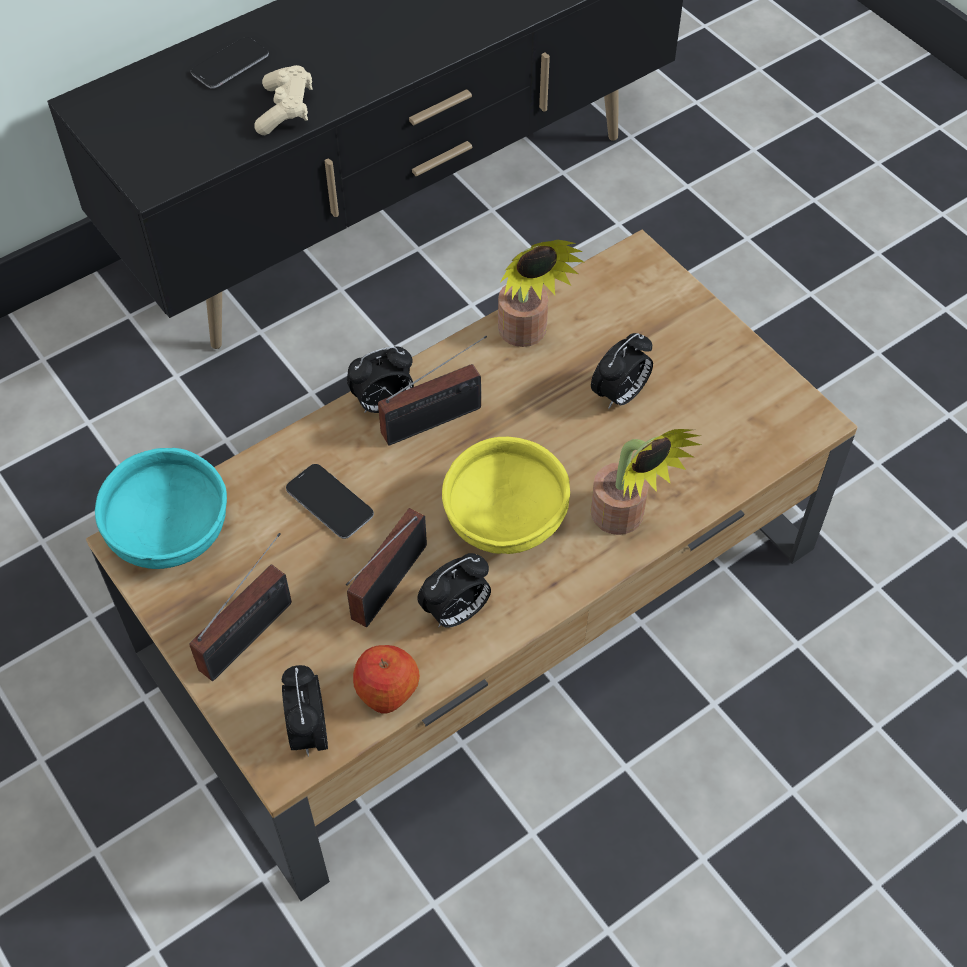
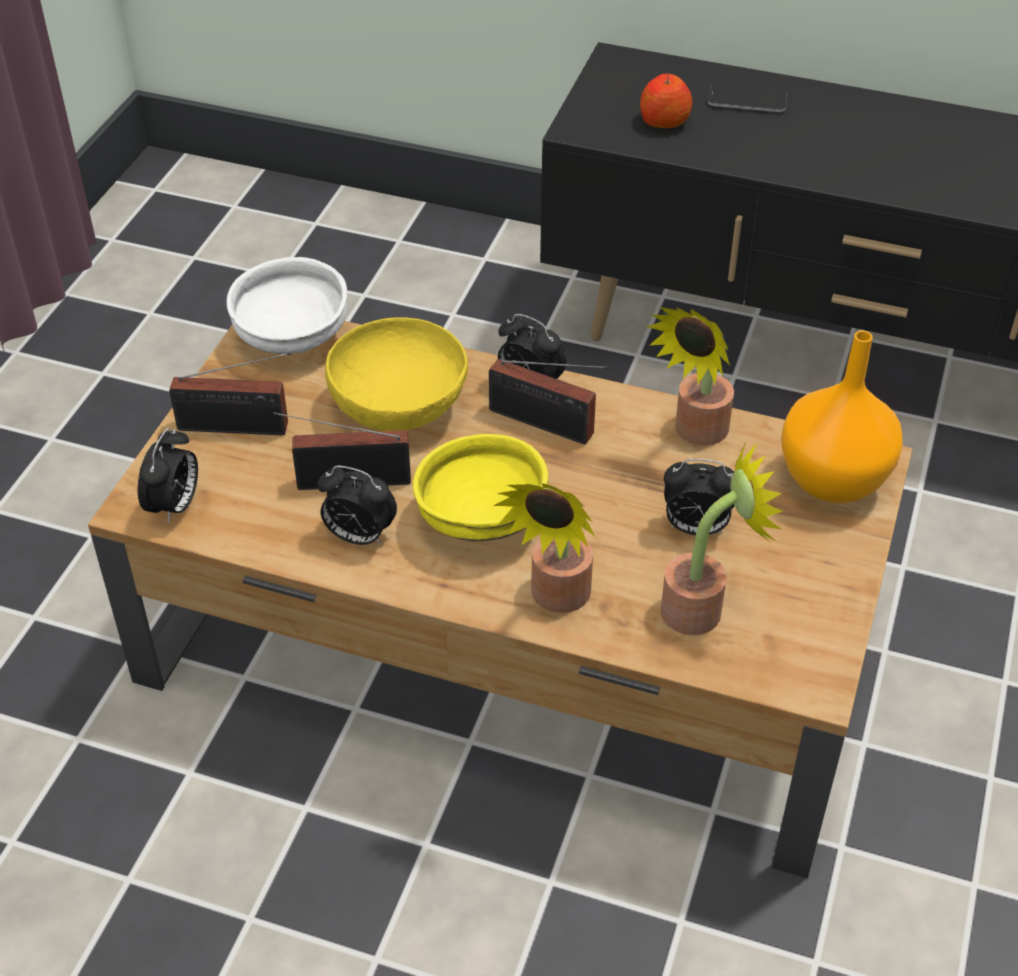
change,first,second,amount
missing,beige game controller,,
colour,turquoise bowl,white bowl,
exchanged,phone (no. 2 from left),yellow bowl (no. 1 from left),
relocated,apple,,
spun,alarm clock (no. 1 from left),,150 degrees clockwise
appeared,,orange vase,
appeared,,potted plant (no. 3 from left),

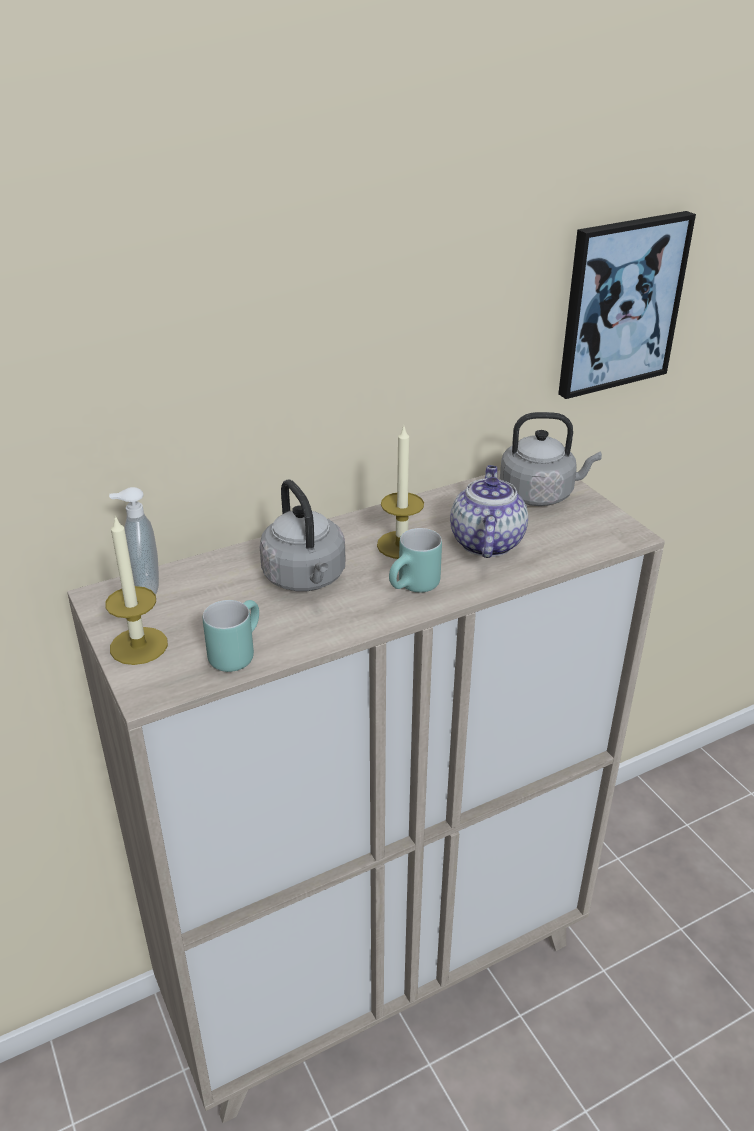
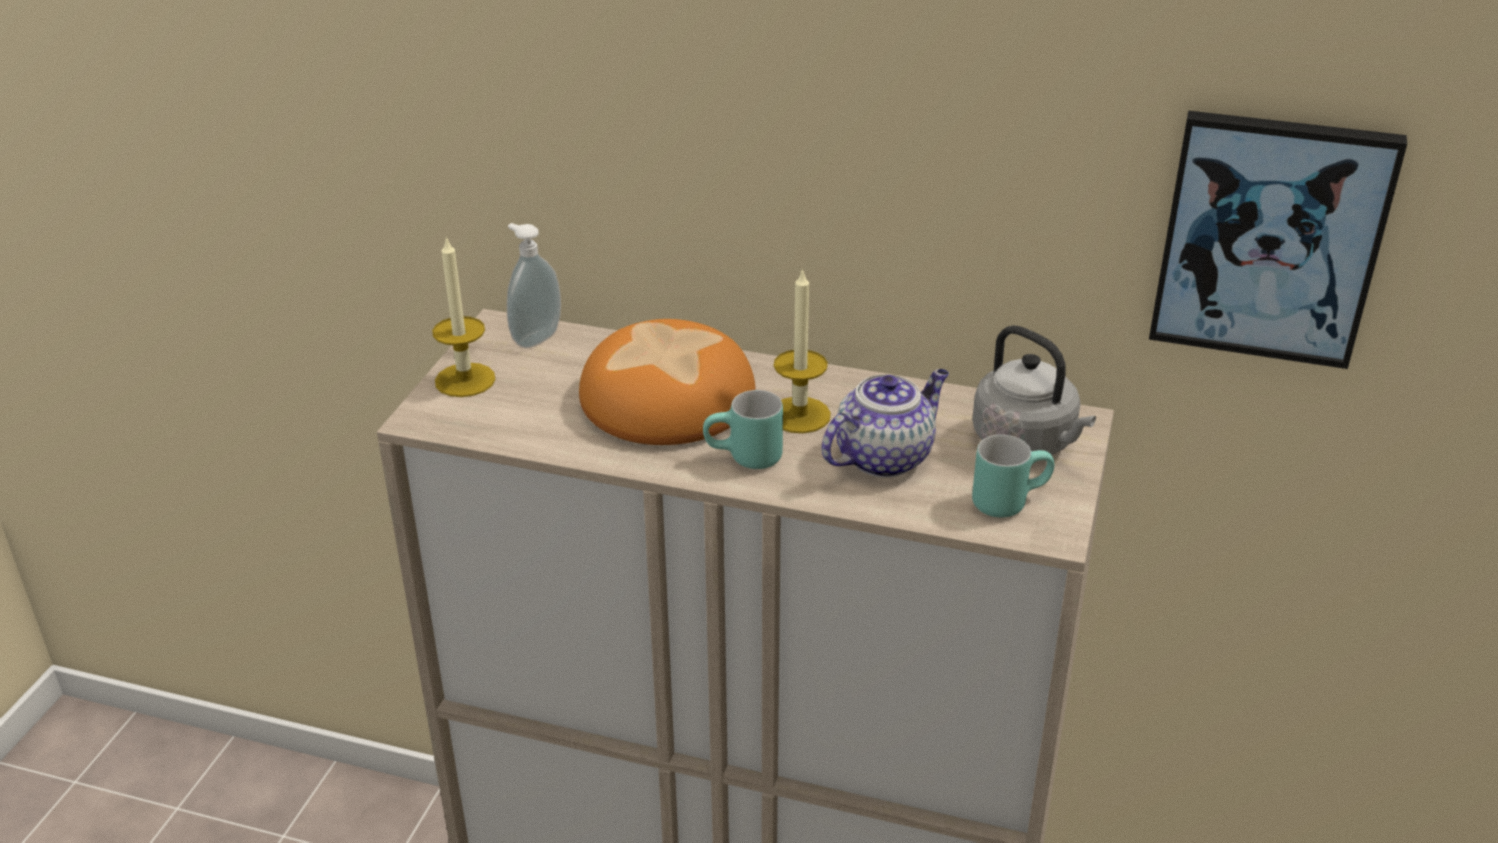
change,first,second,amount
exchanged,grey kettle (no. 1 from left),bread,
relocated,turquoise mug (no. 1 from left in the first image),turquoise mug (no. 2 from left),

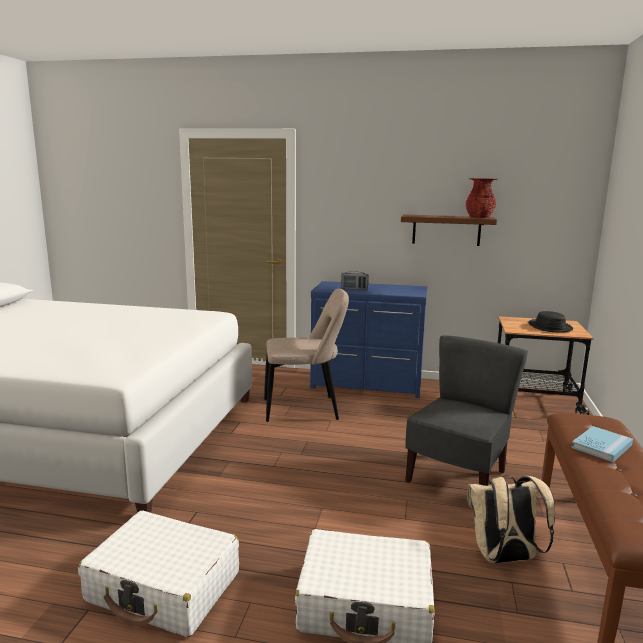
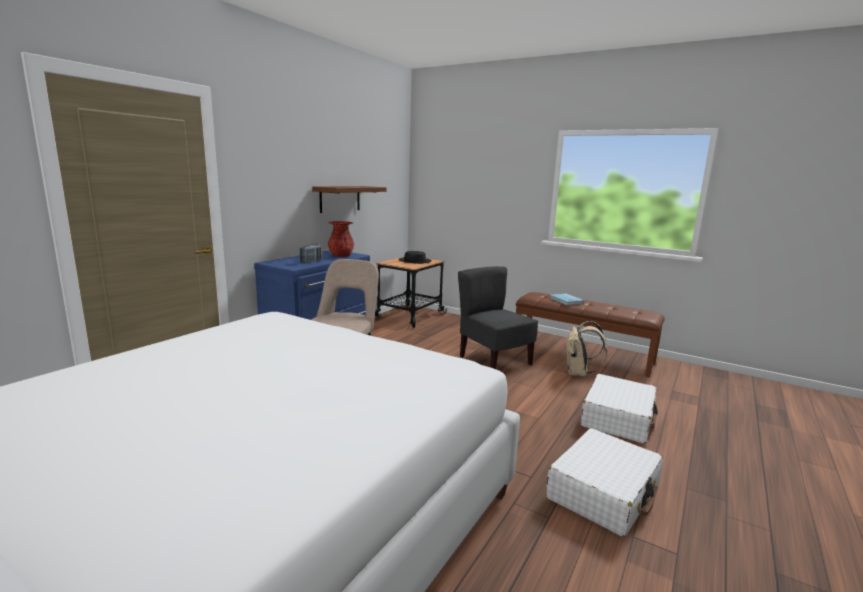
change,first,second,amount
relocated,red vase,,

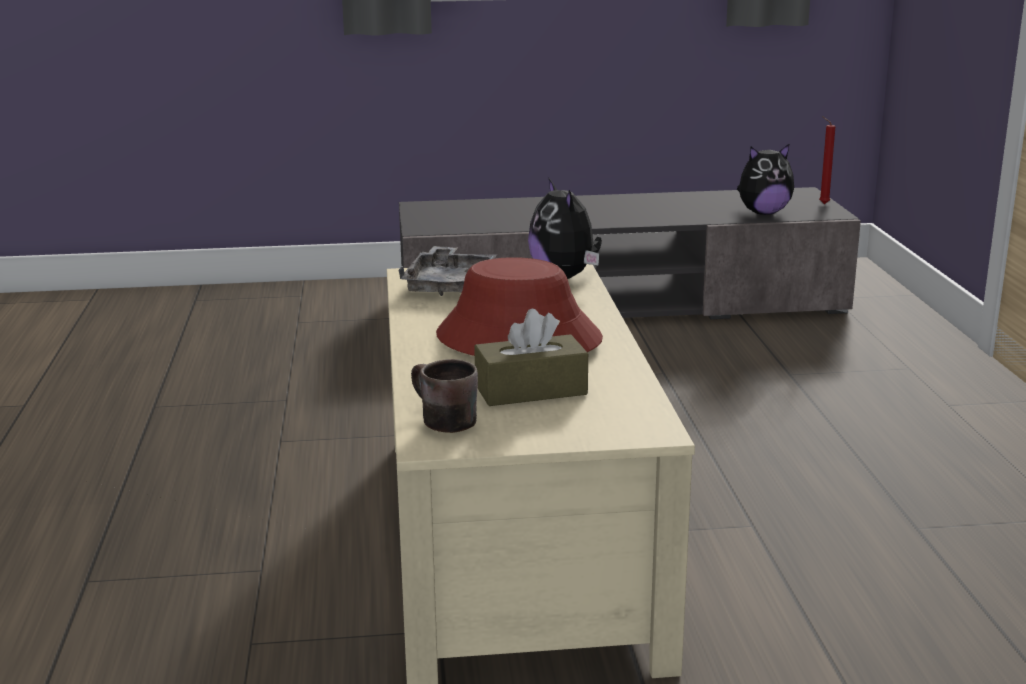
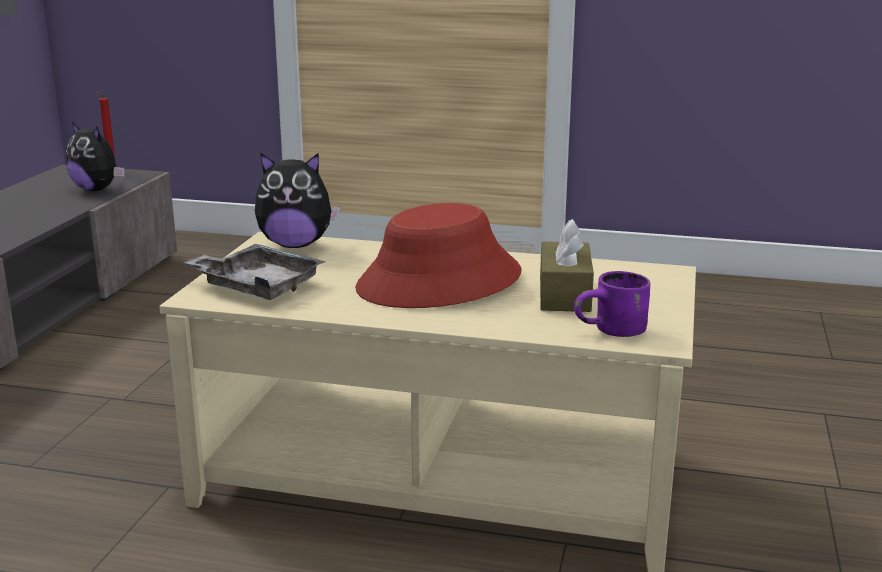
change,first,second,amount
spun,plush toy (no. 2 from left in the first image),plush toy (no. 1 from left),120 degrees clockwise
colour,brown mug,purple mug,

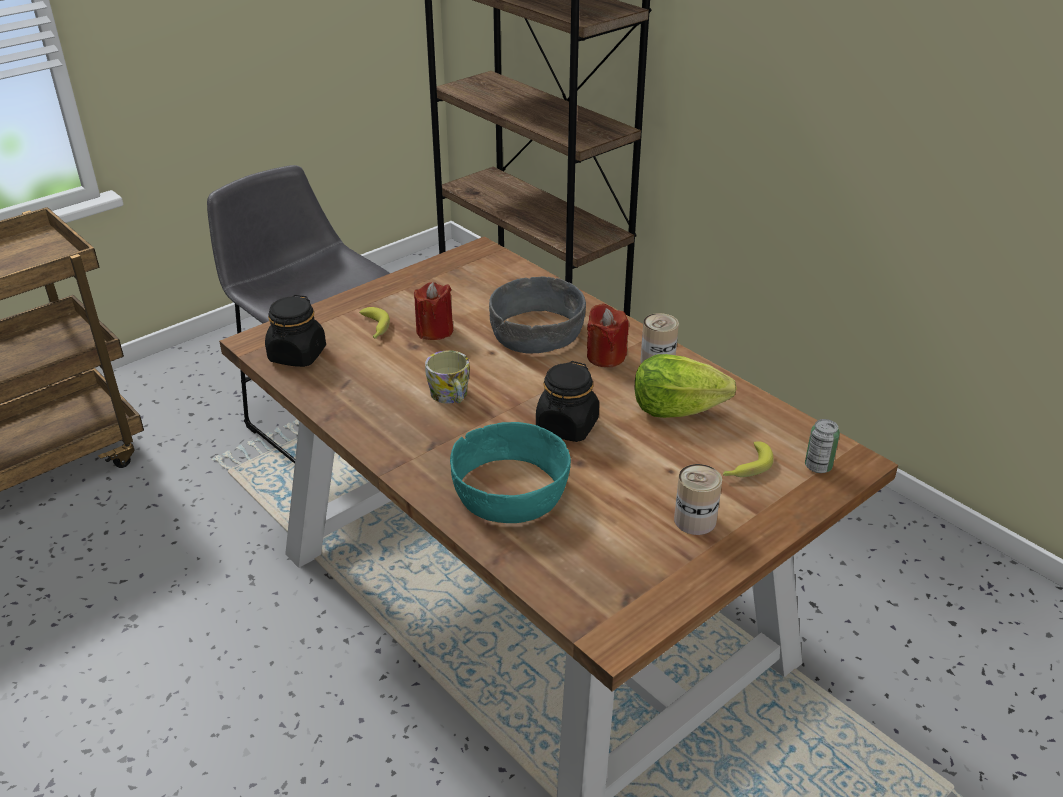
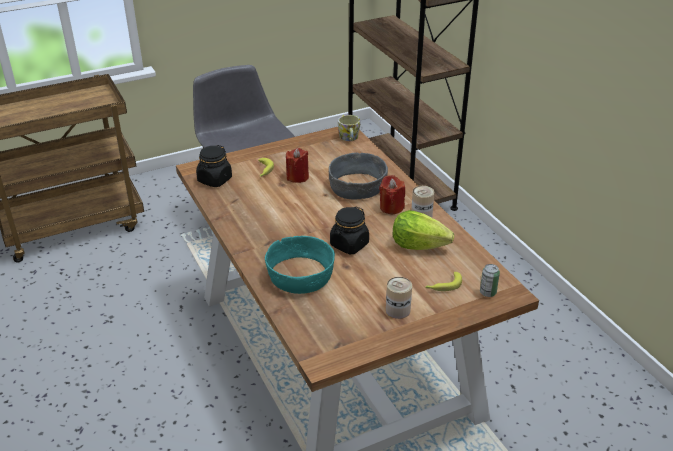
change,first,second,amount
relocated,mug,,

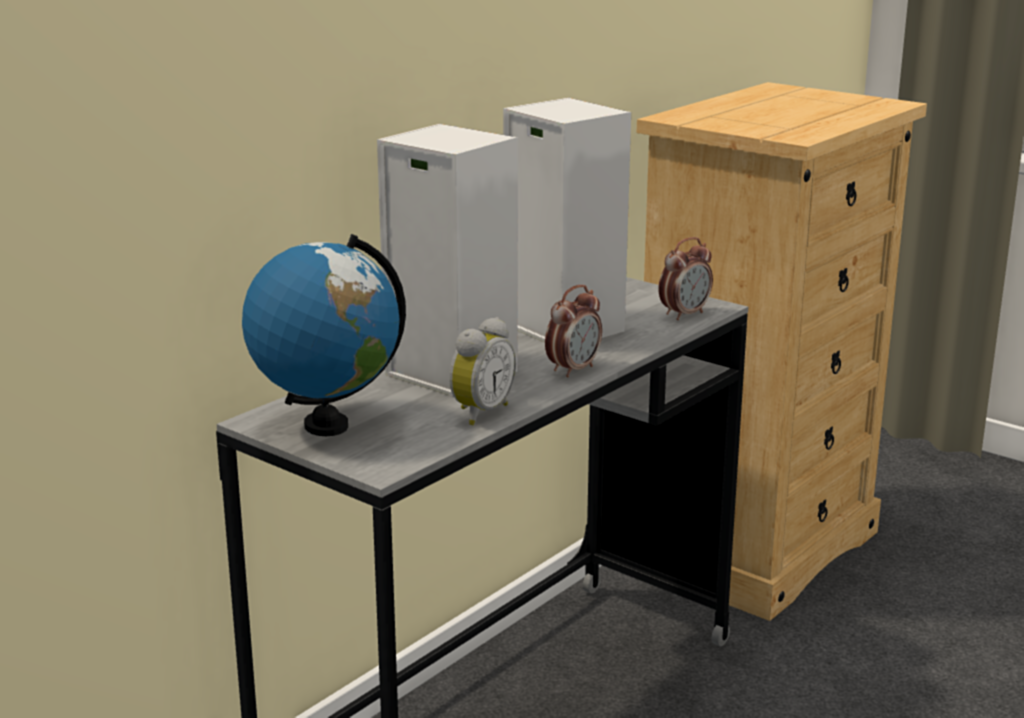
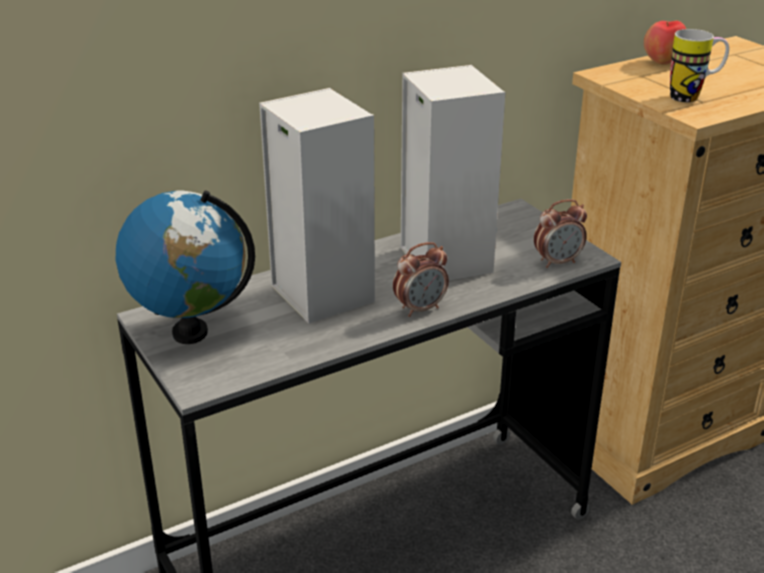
change,first,second,amount
missing,alarm clock (no. 1 from left),,
appeared,,apple,
appeared,,mug,

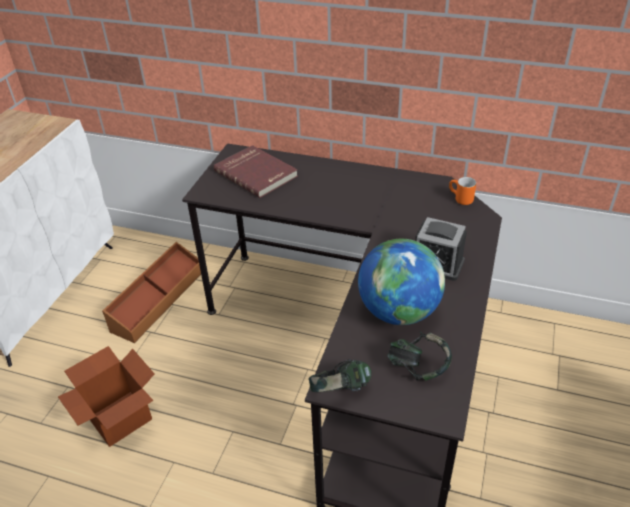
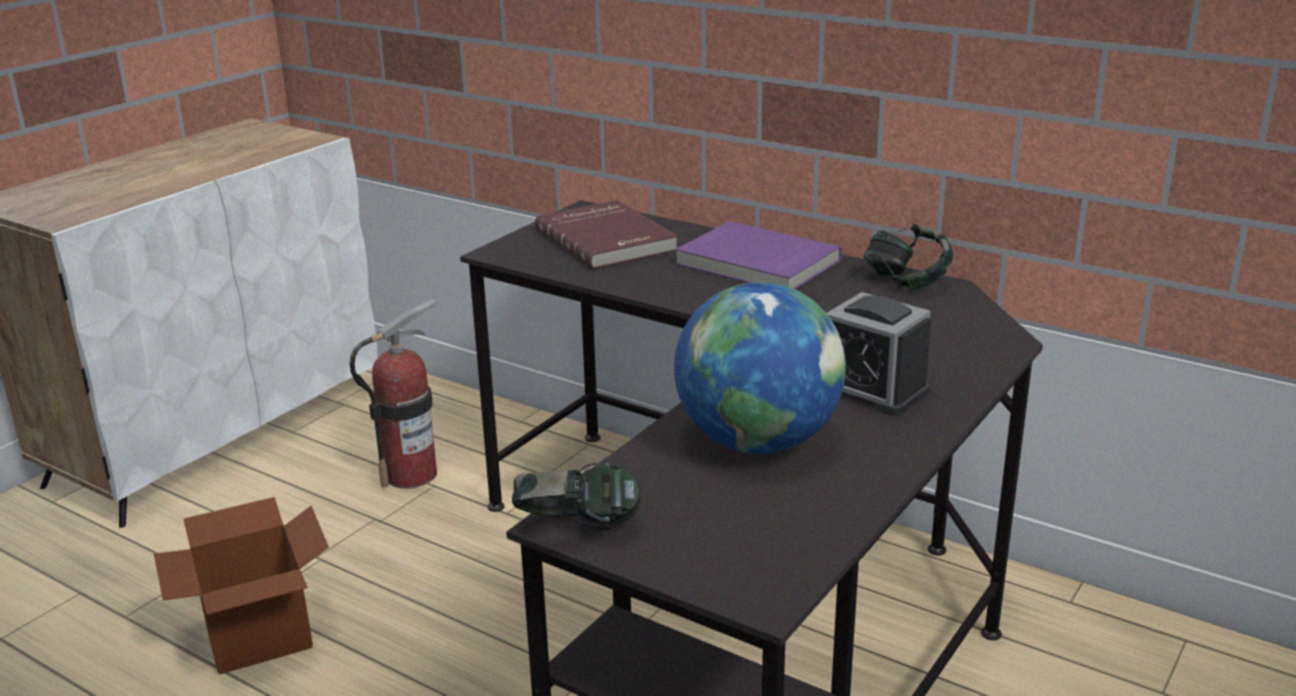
change,first,second,amount
missing,orange mug,,
exchanged,brown storage box,fire extinguisher,
relocated,headphones (no. 2 from left),,
appeared,,purple book,

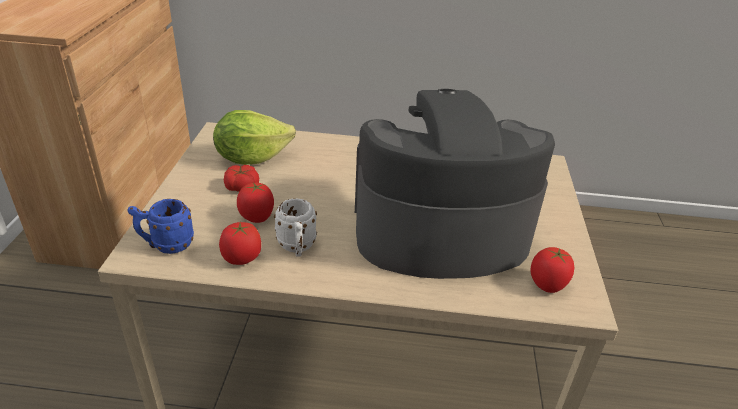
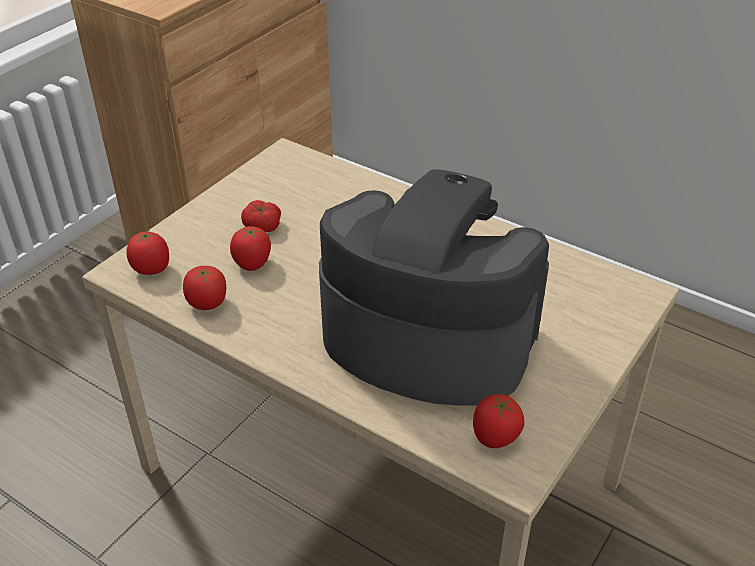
change,first,second,amount
missing,lettuce,,
missing,white mug,,
exchanged,blue mug,tomato (no. 1 from left),

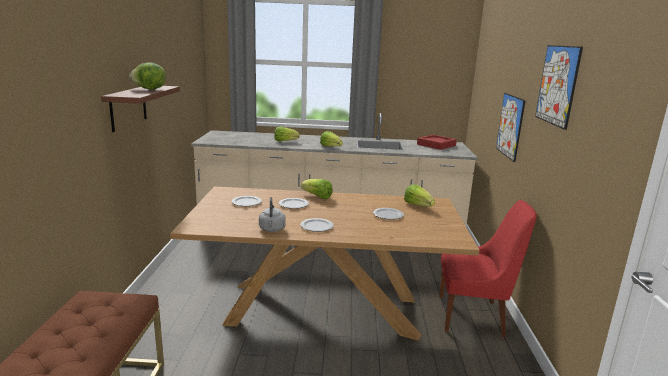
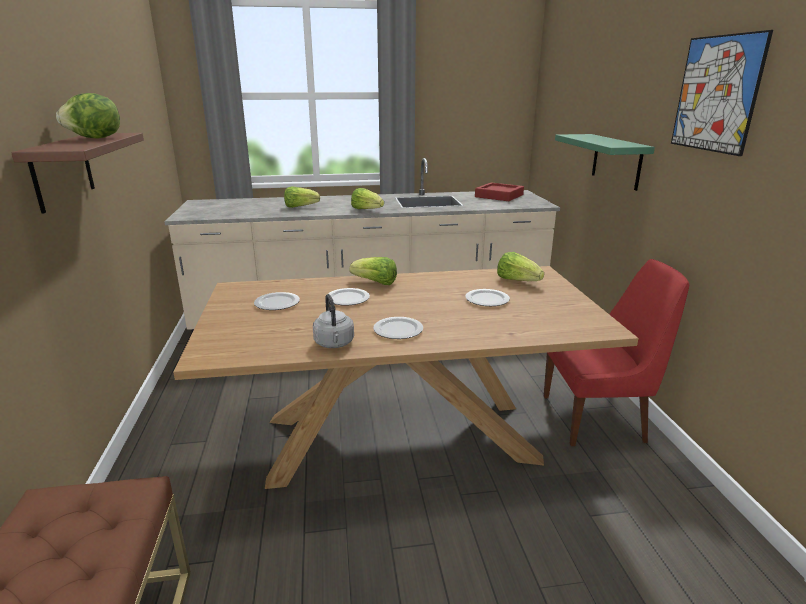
change,first,second,amount
exchanged,picture (no. 1 from left),green shelf,

